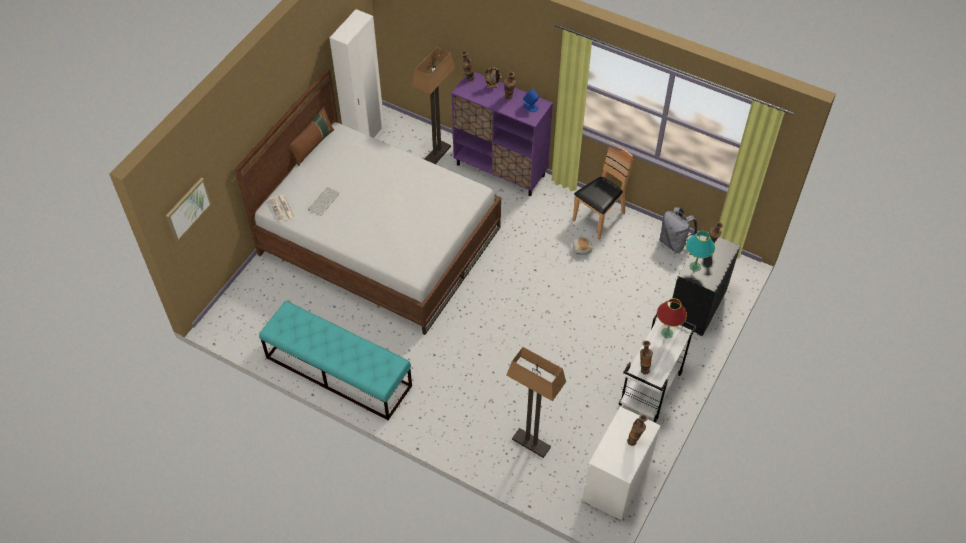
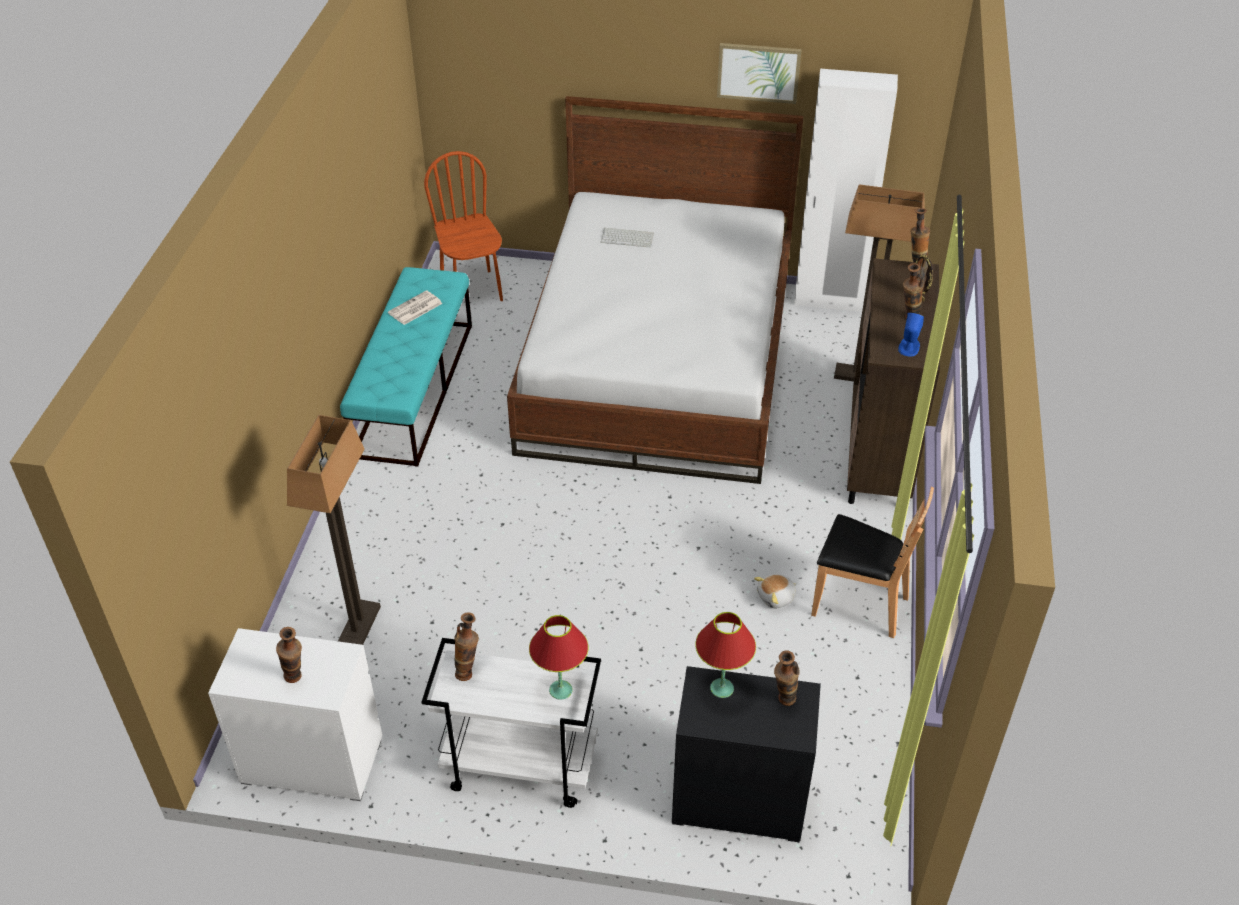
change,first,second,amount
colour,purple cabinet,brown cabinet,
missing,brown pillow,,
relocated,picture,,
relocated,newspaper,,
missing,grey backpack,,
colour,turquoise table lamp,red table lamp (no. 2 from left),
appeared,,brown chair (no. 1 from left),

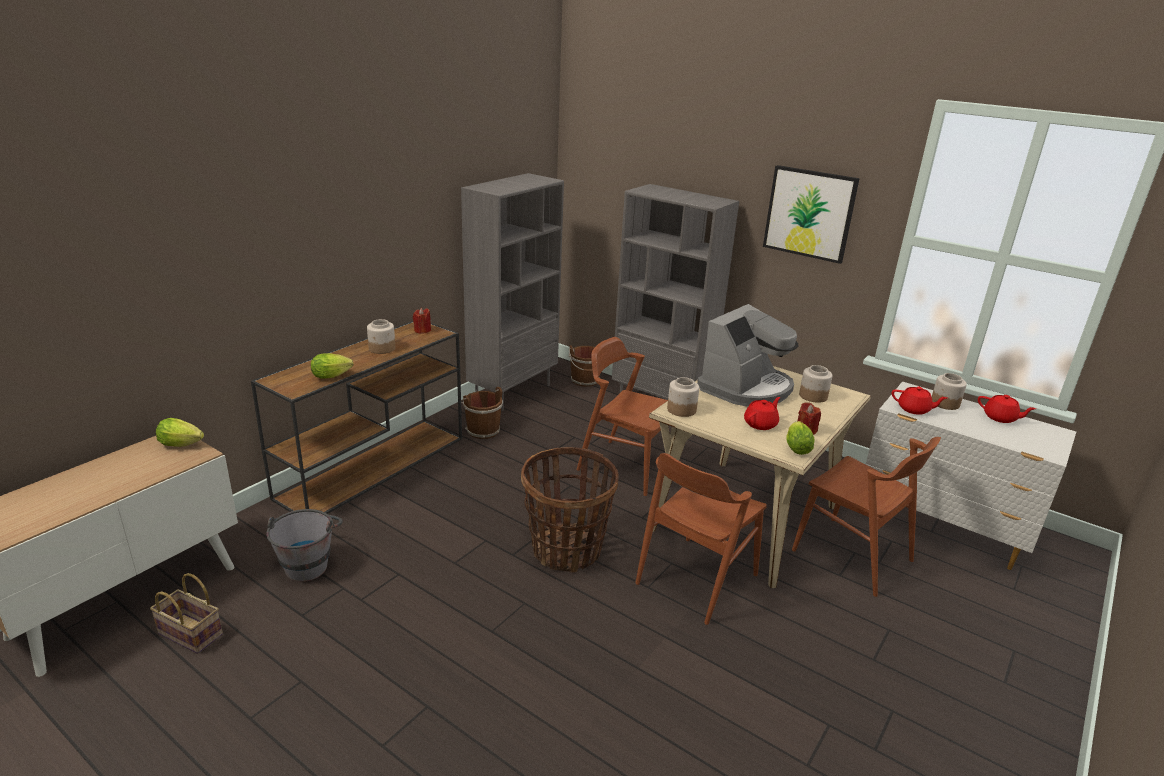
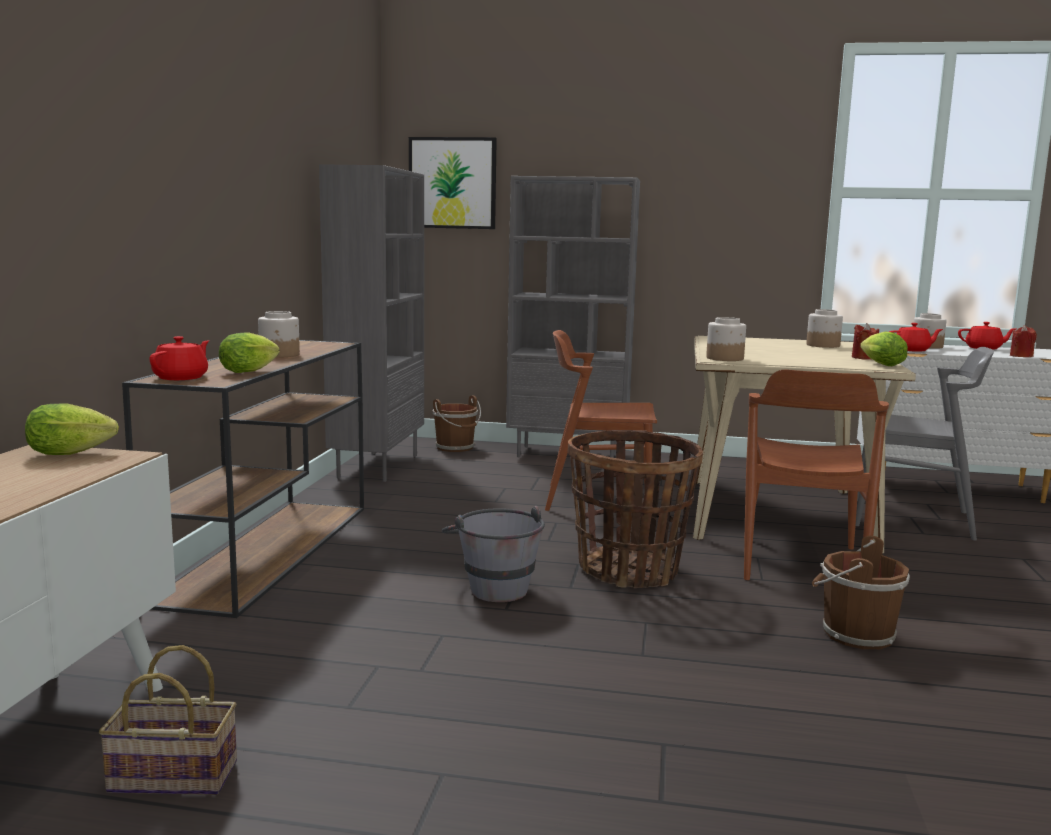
change,first,second,amount
relocated,picture,,
missing,coffee machine,,
relocated,red candle (no. 1 from left in the first image),red candle (no. 2 from left),
relocated,brown bucket (no. 1 from left in the first image),brown bucket (no. 2 from left),
relocated,red teapot (no. 1 from left),,
colour,brown chair (no. 3 from left),grey chair,
relocated,grey bucket,,

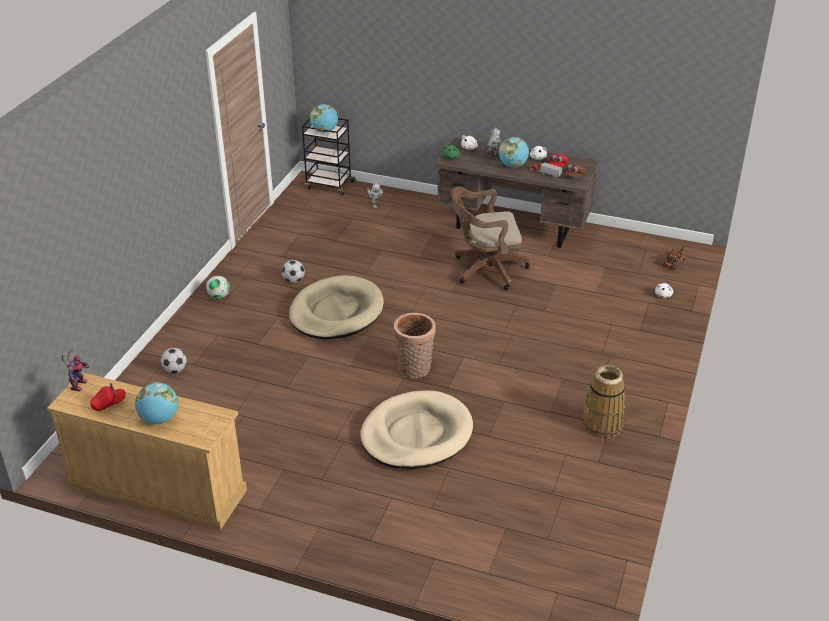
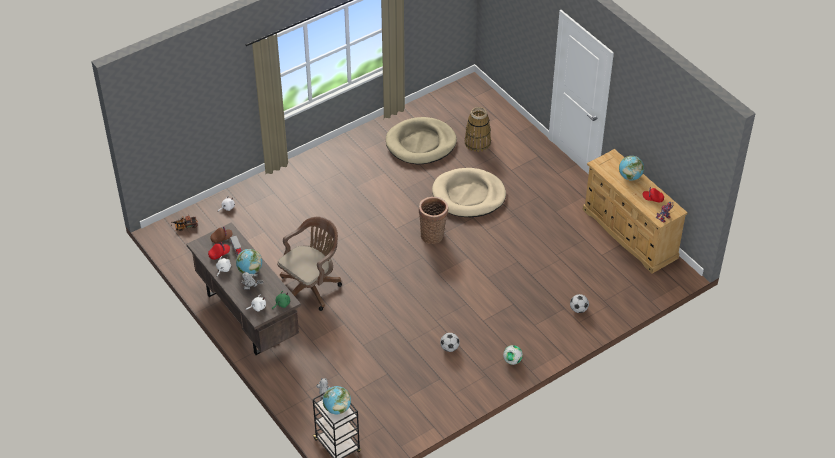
change,first,second,amount
spun,brown office chair,,75 degrees counterclockwise
relocated,beige dog bed (no. 1 from left),,
relocated,basket (no. 2 from left),,

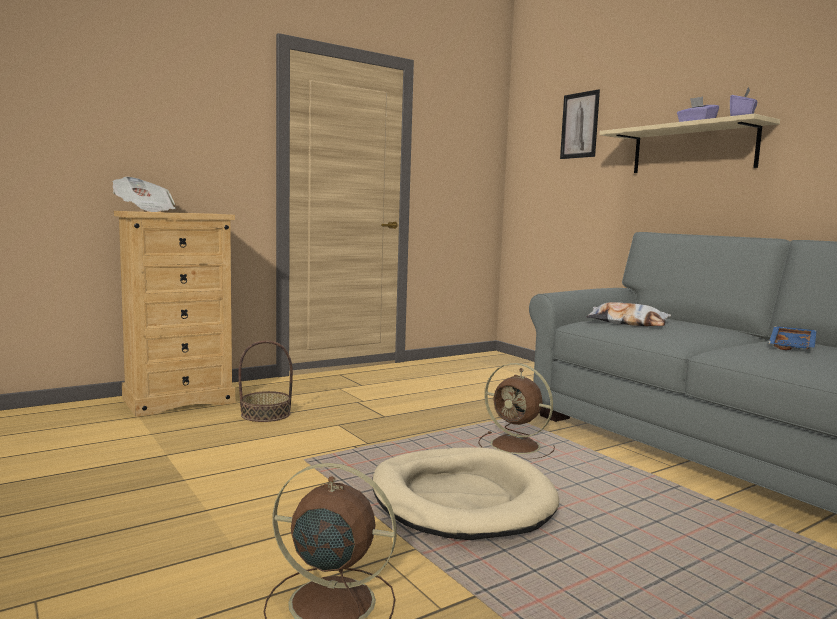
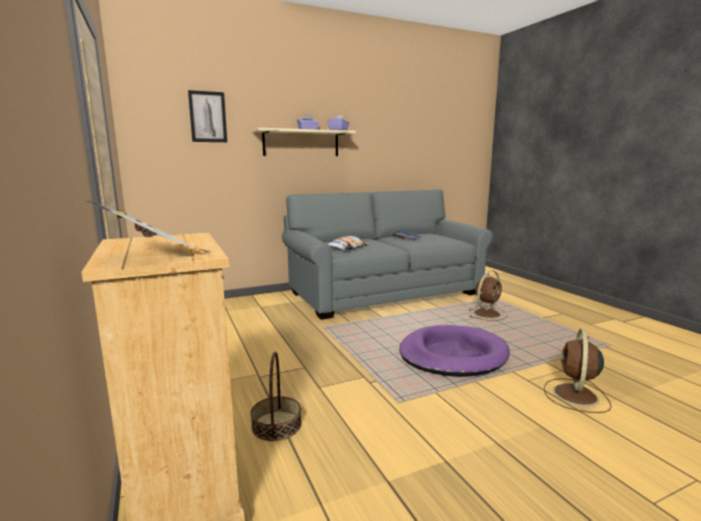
change,first,second,amount
relocated,brown fan (no. 2 from left in the first image),brown fan (no. 1 from left),
colour,beige dog bed,purple dog bed,

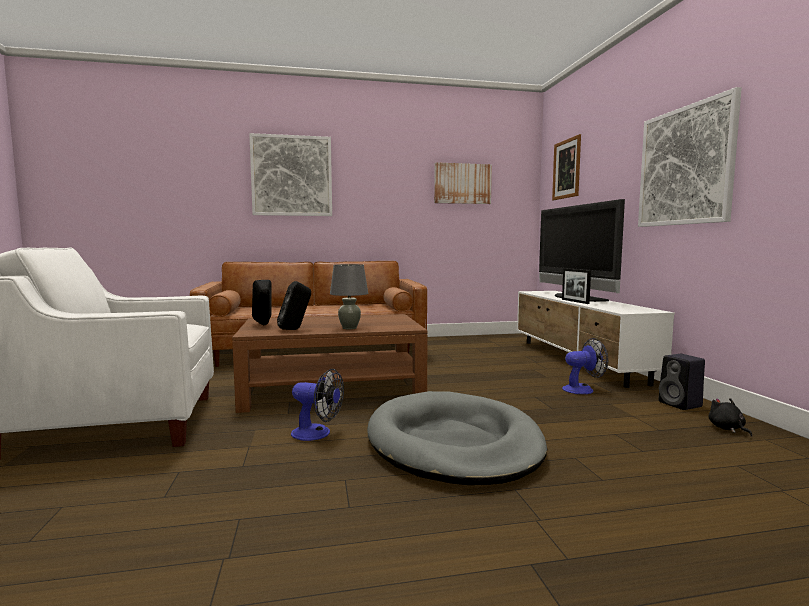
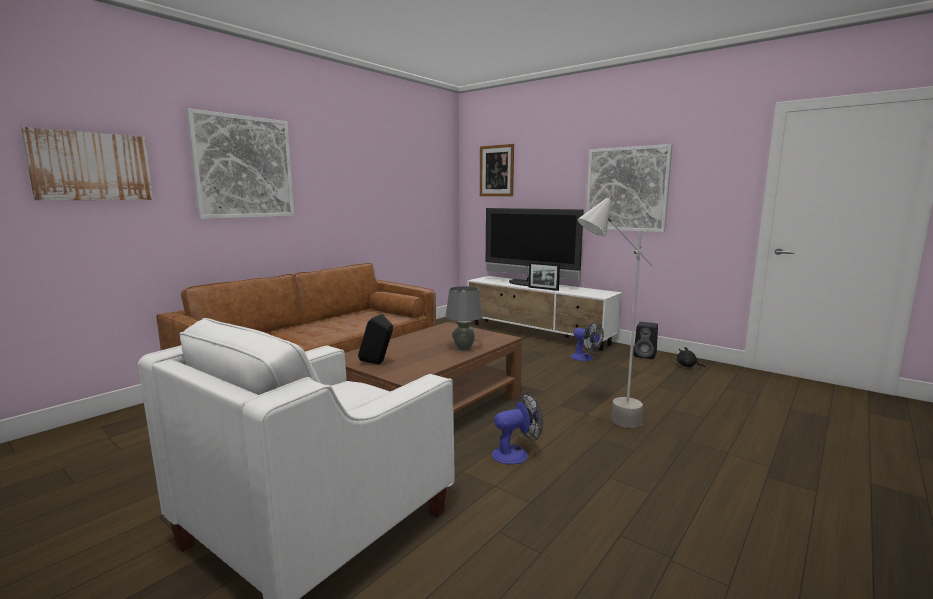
change,first,second,amount
relocated,picture (no. 2 from left in the first image),picture (no. 1 from left),
missing,black speaker (no. 2 from left),,
spun,fan (no. 2 from left),,105 degrees clockwise
exchanged,grey dog bed,grey floor lamp,

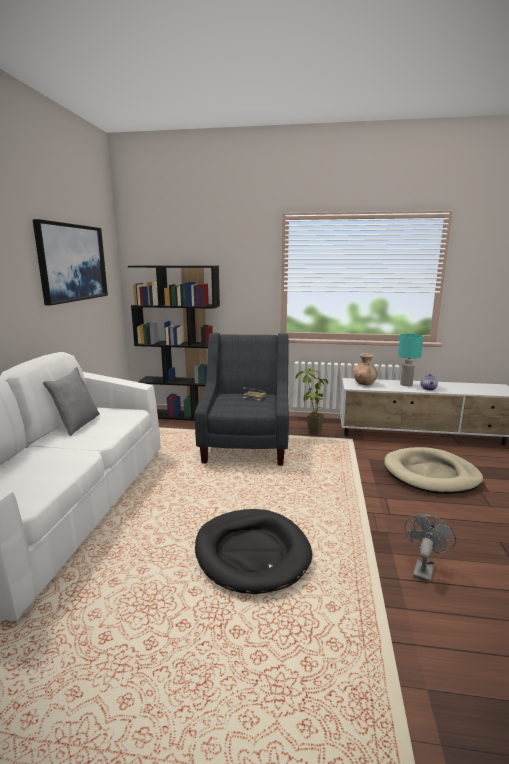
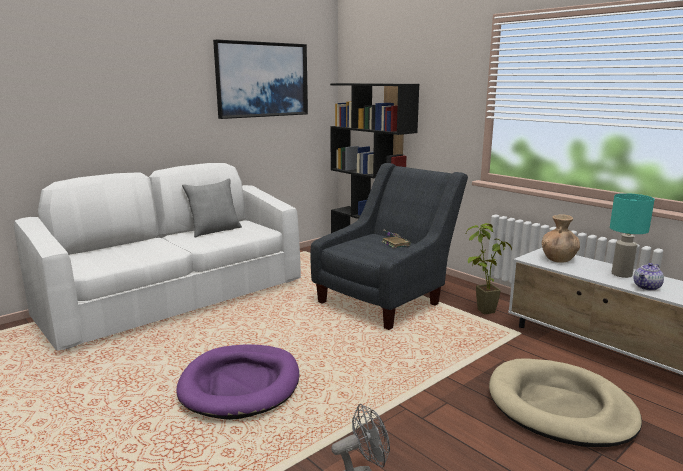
change,first,second,amount
colour,black dog bed,purple dog bed,

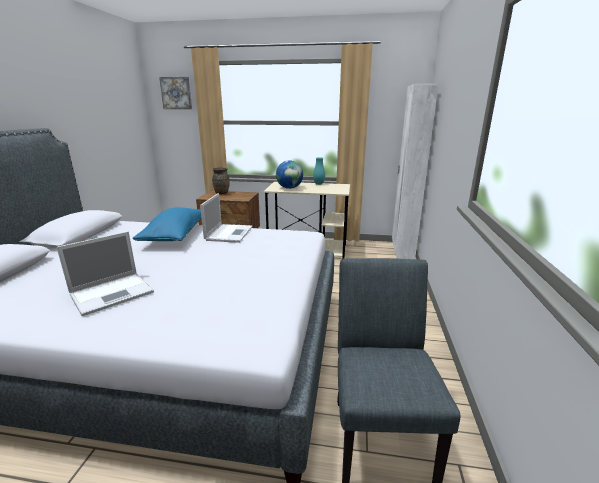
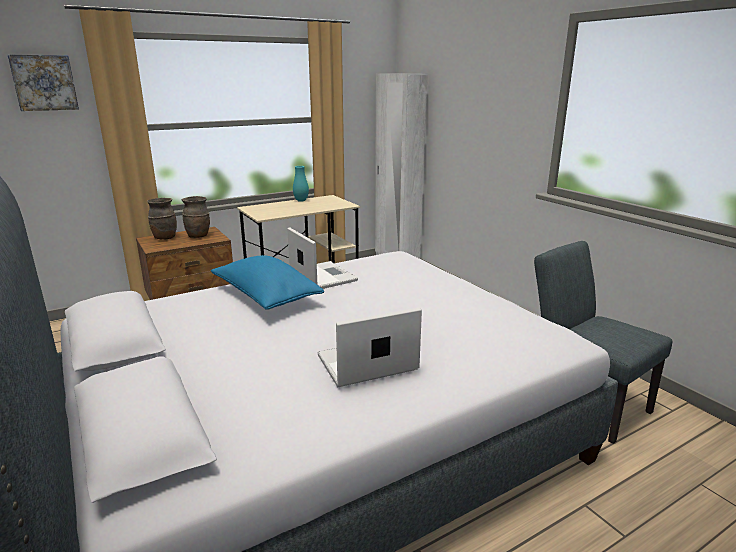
change,first,second,amount
missing,globe,,
spun,laptop (no. 1 from left in the first image),laptop (no. 2 from left),120 degrees counterclockwise
appeared,,brown vase (no. 2 from left),

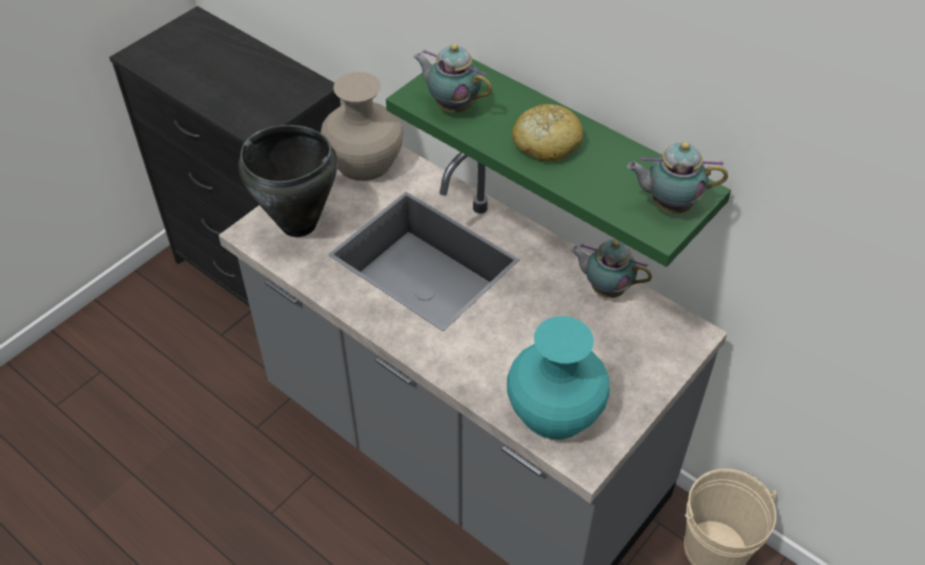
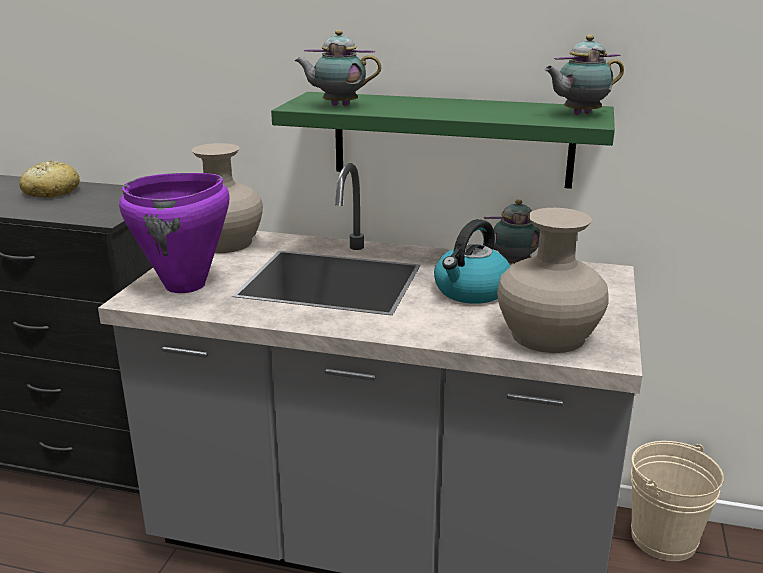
change,first,second,amount
relocated,bread,,
colour,black cooking pot,purple cooking pot,
colour,turquoise vase,beige vase (no. 2 from left),
appeared,,kettle,

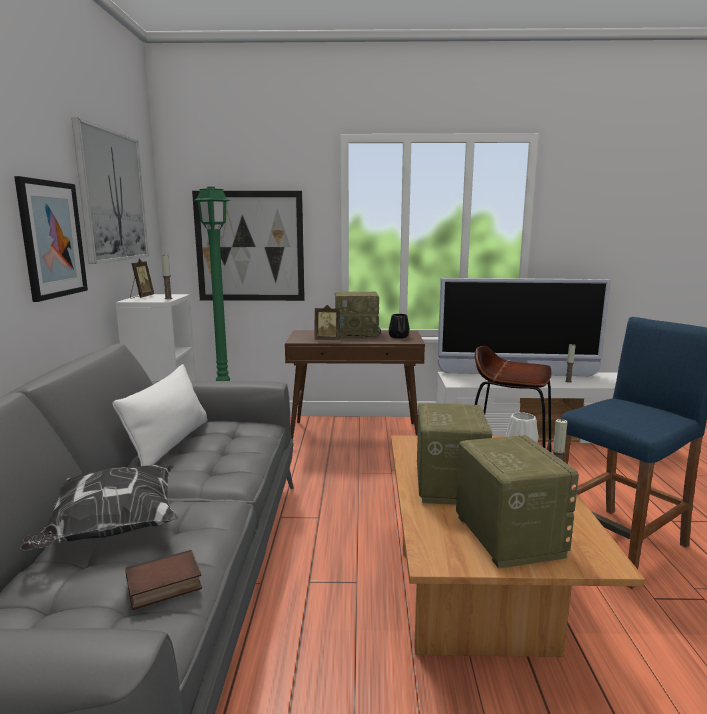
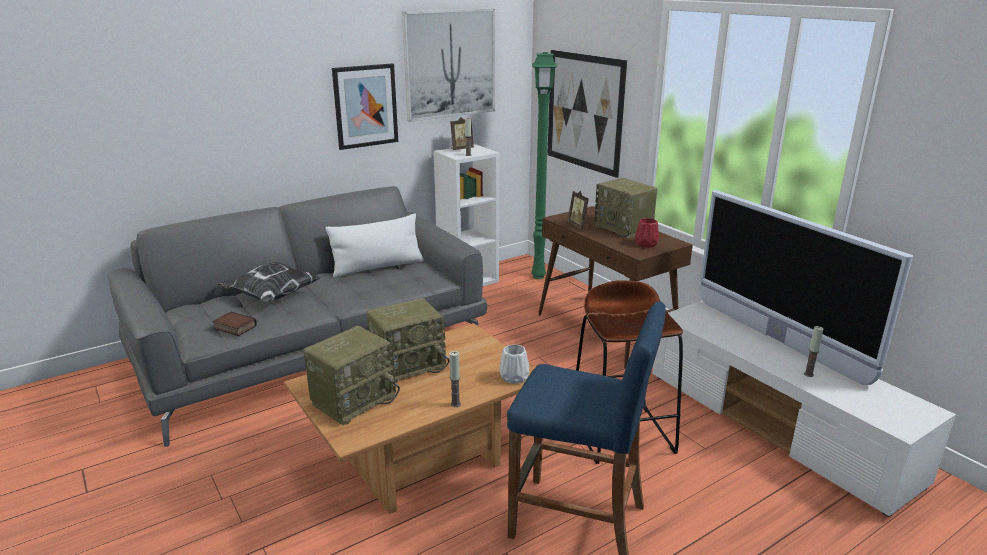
change,first,second,amount
colour,black vase,red vase,

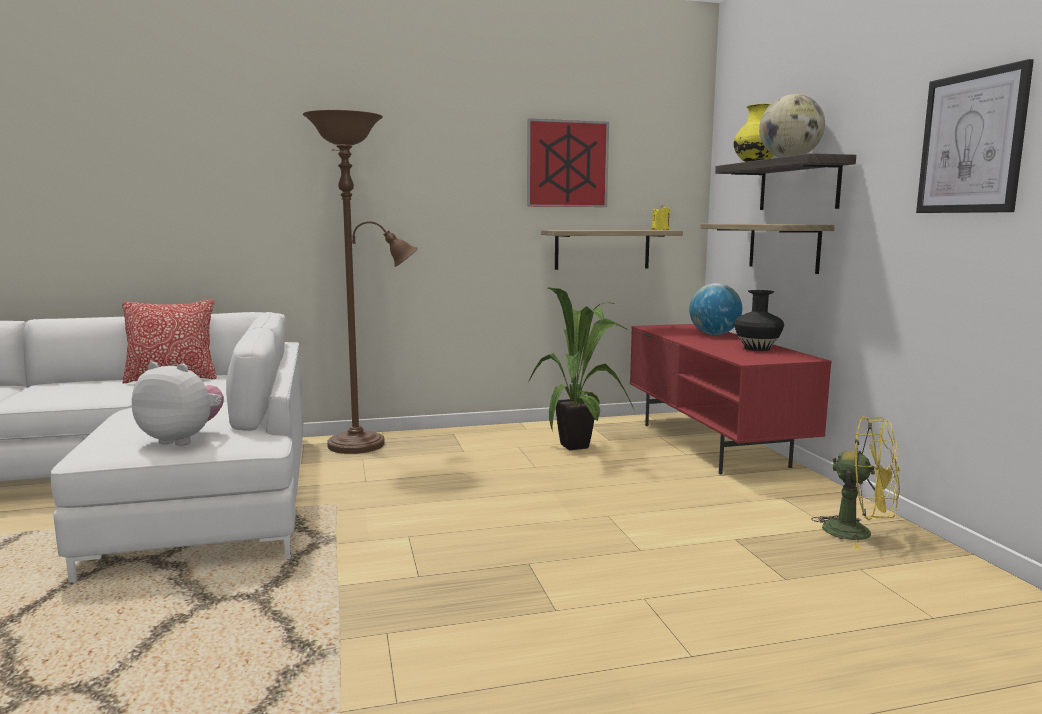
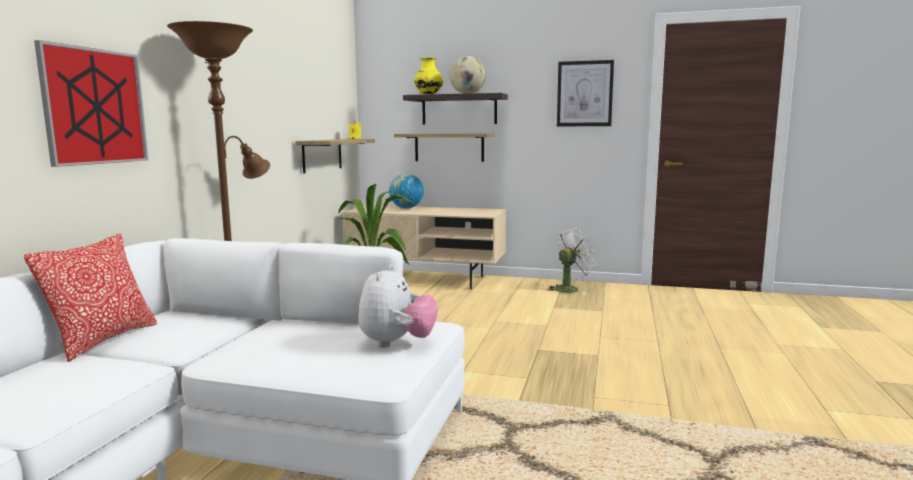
change,first,second,amount
relocated,picture (no. 1 from left),,
missing,black vase,,
colour,red tv stand,beige tv stand,
spun,plush toy,,150 degrees clockwise
colour,yellow fan,white fan,

